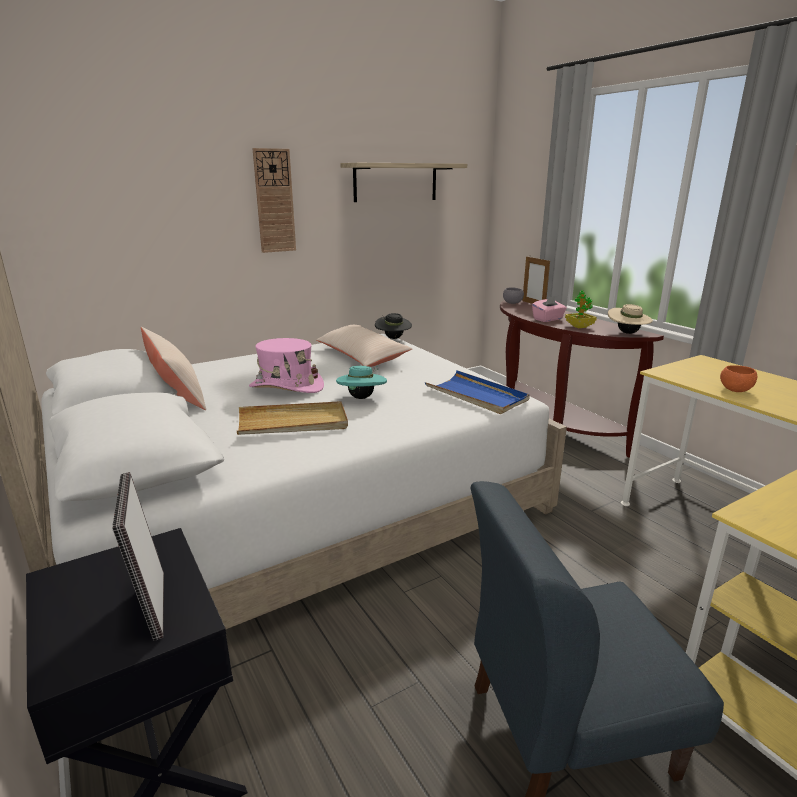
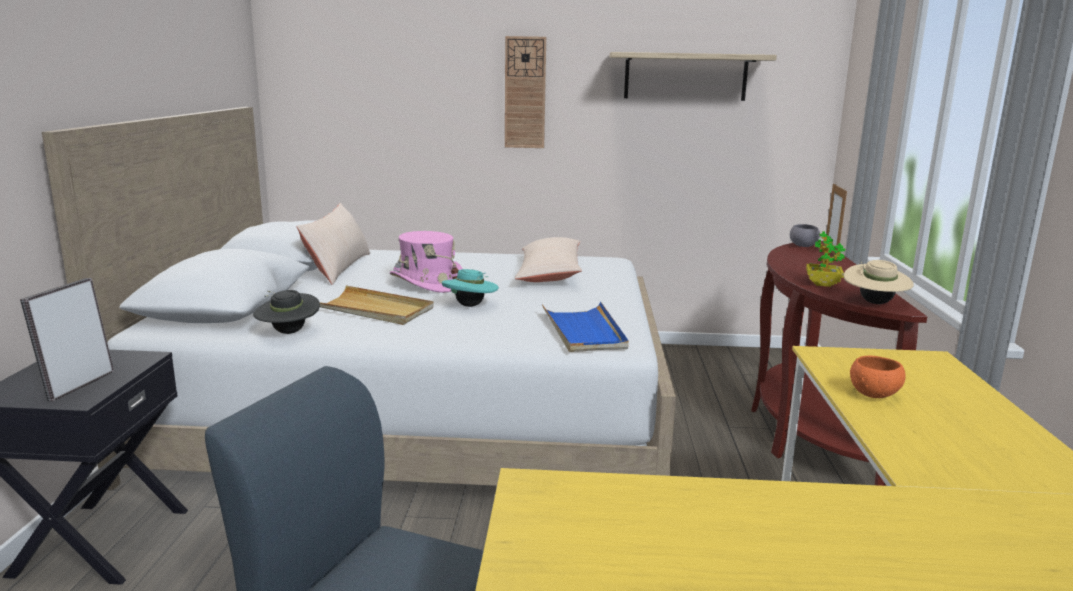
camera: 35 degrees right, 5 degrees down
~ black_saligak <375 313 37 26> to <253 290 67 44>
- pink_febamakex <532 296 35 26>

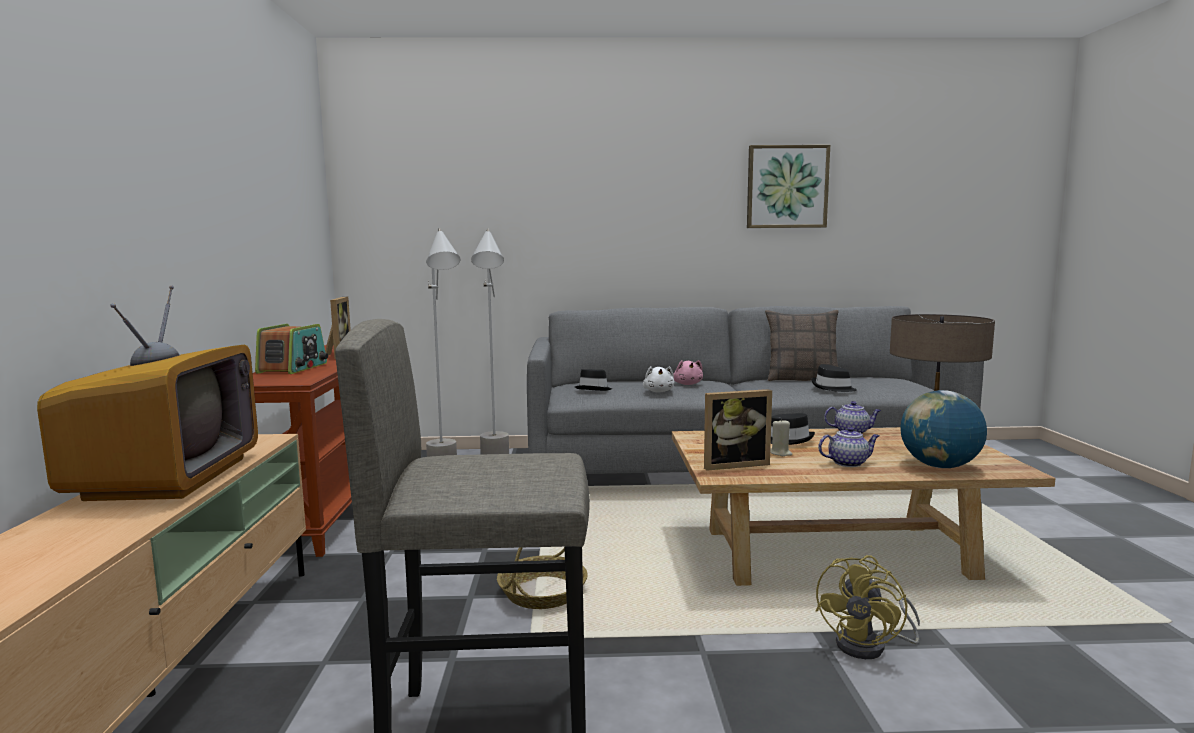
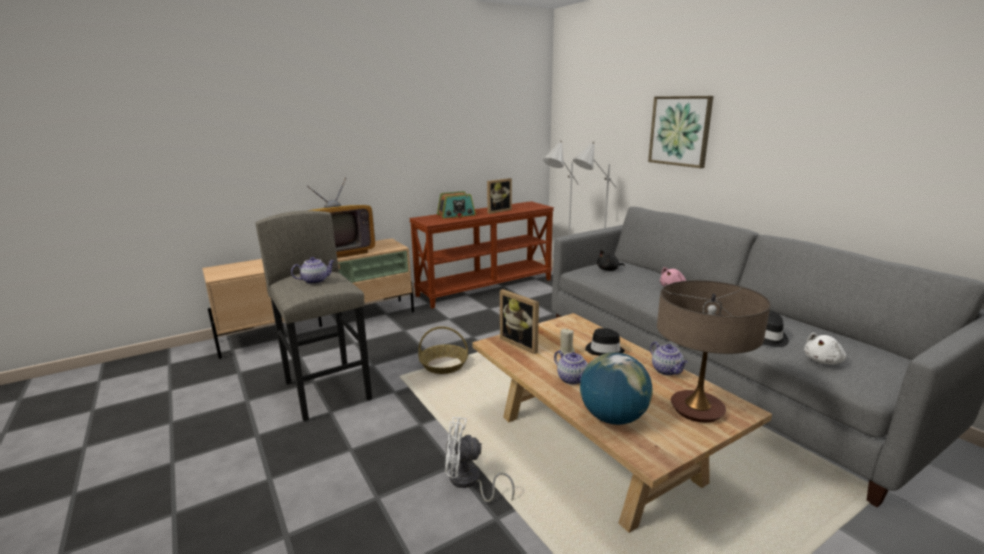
camera: 60 degrees right, 10 degrees up
~ black_saligak <575 369 38 22> to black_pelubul <597 250 28 21>
~ white_pelubul <643 366 31 26> to <804 332 42 32>
~ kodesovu <747 145 83 83> to <648 96 65 72>
- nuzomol <765 310 74 71>
~ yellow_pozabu <816 555 104 104> to white_pozabu <445 417 70 85>
+ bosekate <291 257 44 27>

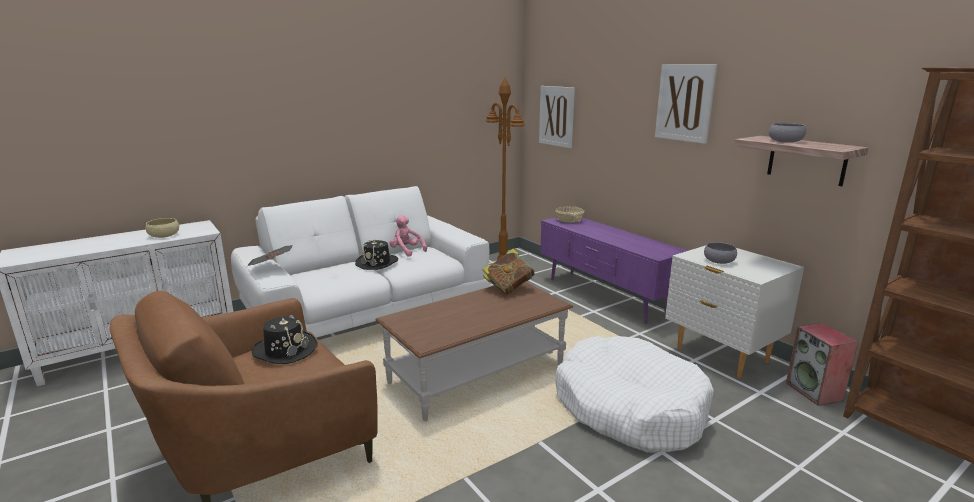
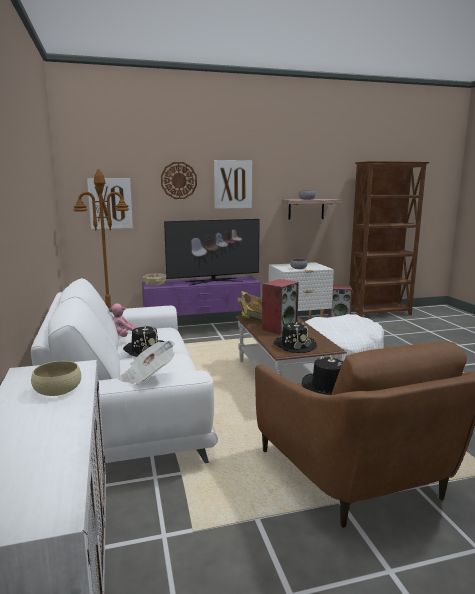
camera: 70 degrees left, 5 degrees down
+ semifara <161 162 36 37>
+ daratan <164 219 96 67>
+ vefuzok <262 279 37 56>
+ black_saligak <274 322 43 31>

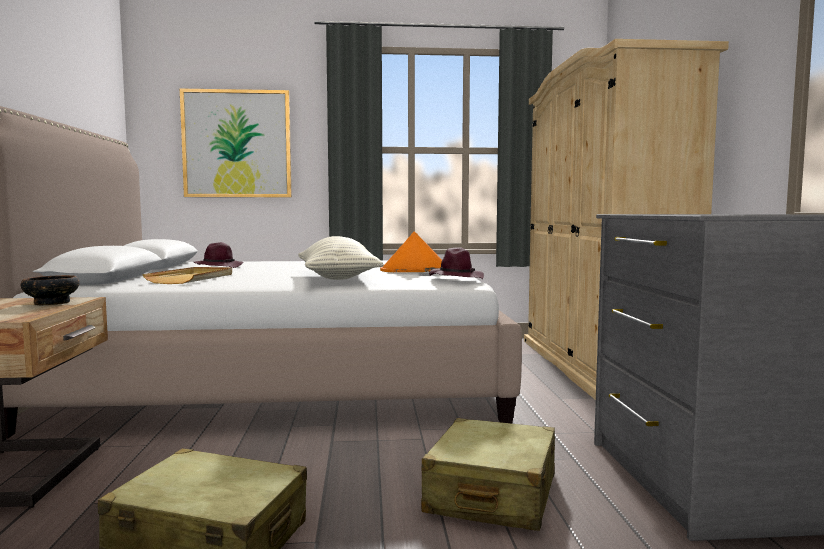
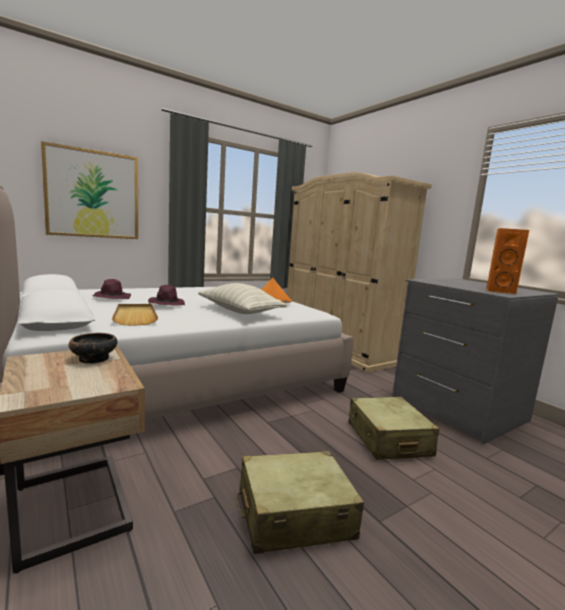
camera: 30 degrees left, 5 degrees up
~ purple_saligak <429 247 55 32> to <148 285 37 21>
+ orange_vefuzok <487 228 42 66>

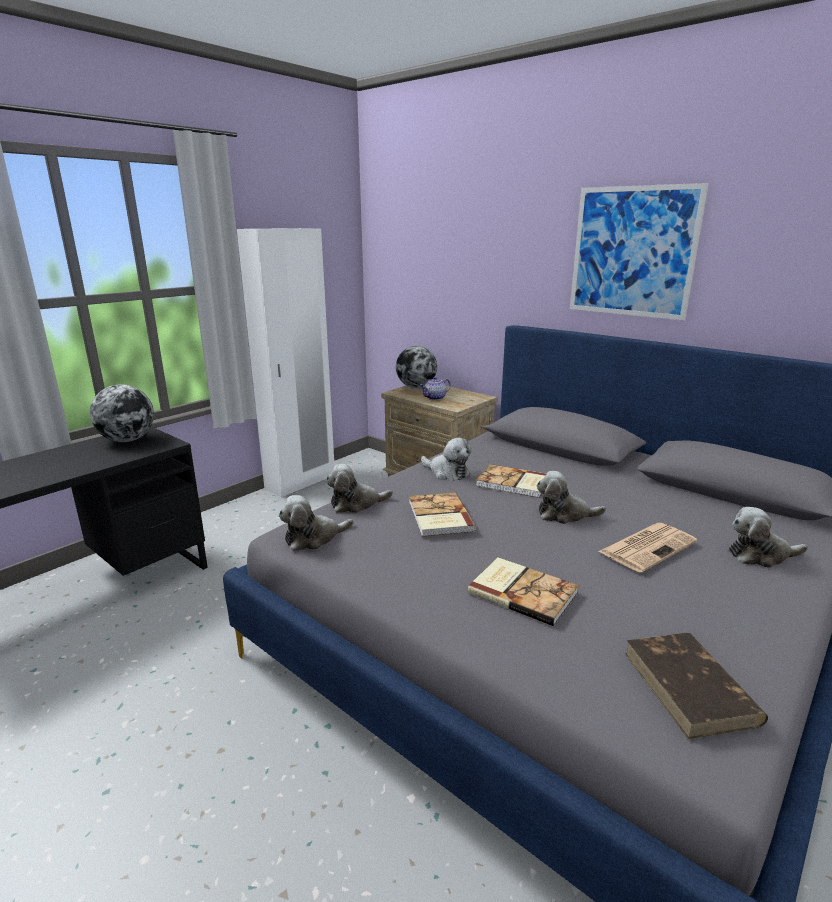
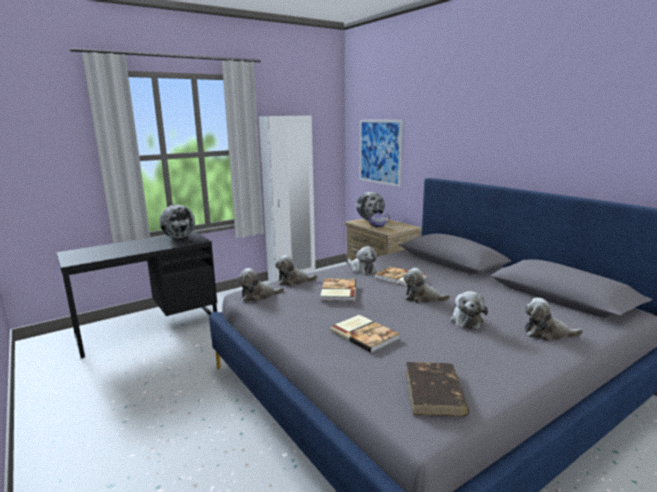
camera: 15 degrees right, 5 degrees down
~ kodesovu <570 183 139 137> to <360 120 43 67>
~ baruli <598 523 99 50> to pelubul <450 291 38 38>

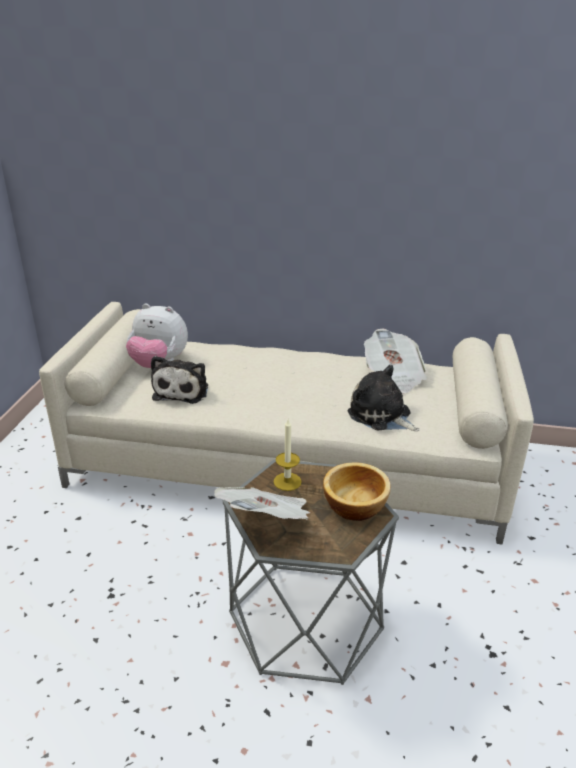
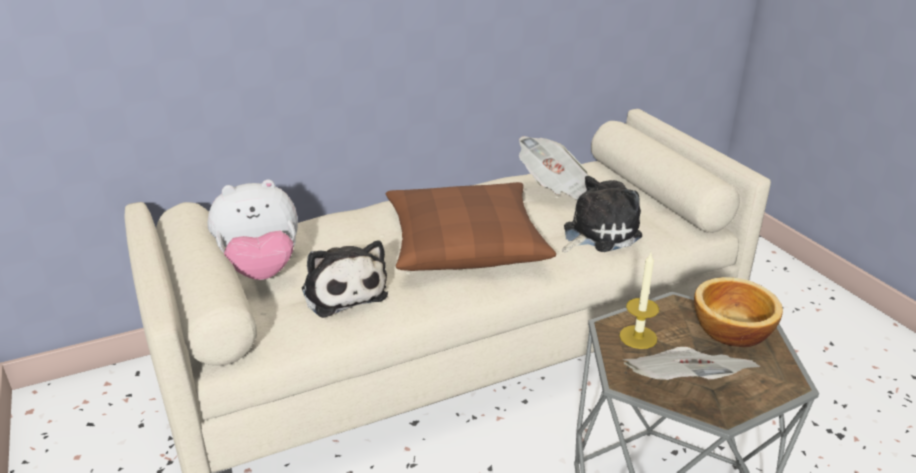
camera: 35 degrees left, 0 degrees up
~ pelubul <347 365 73 66> = <562 176 80 77> 135 degrees clockwise
+ brown_nuzomol <386 182 170 89>

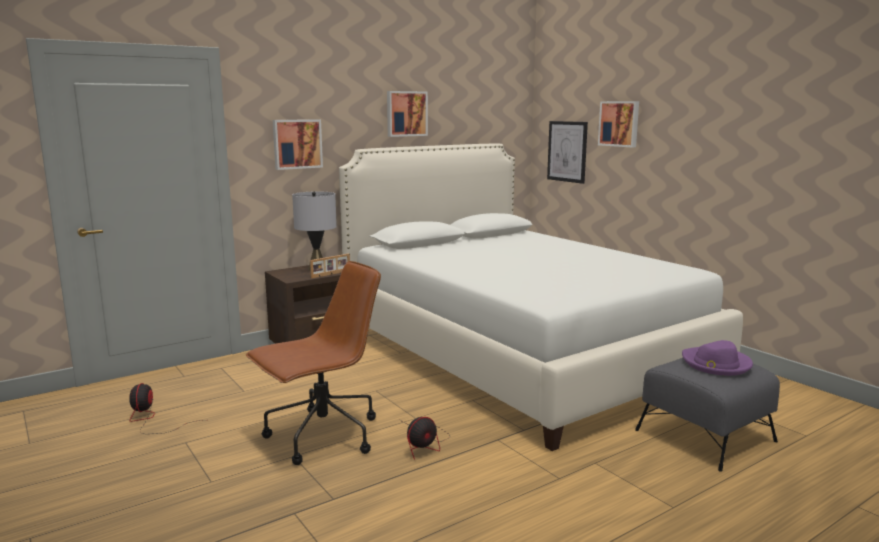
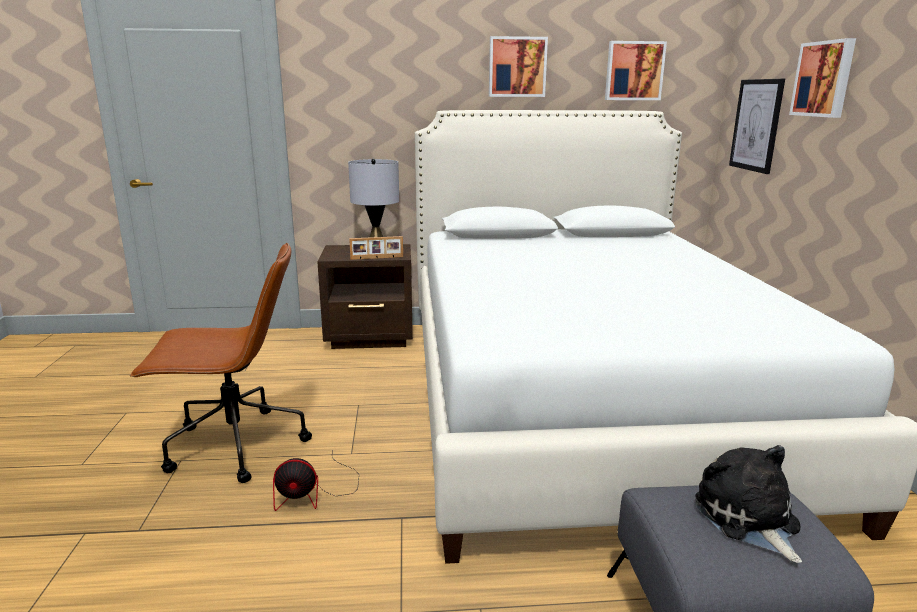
camera: 30 degrees right, 5 degrees up
- pozabu <129 383 73 51>
~ kodesovu <273 119 50 51> to <605 41 62 59>
~ purple_saligak <682 340 71 36> to pelubul <695 445 107 118>

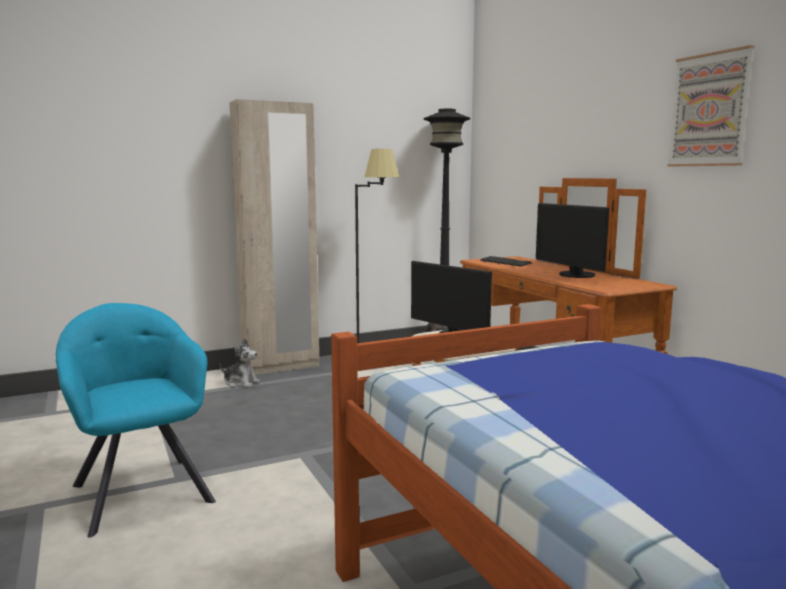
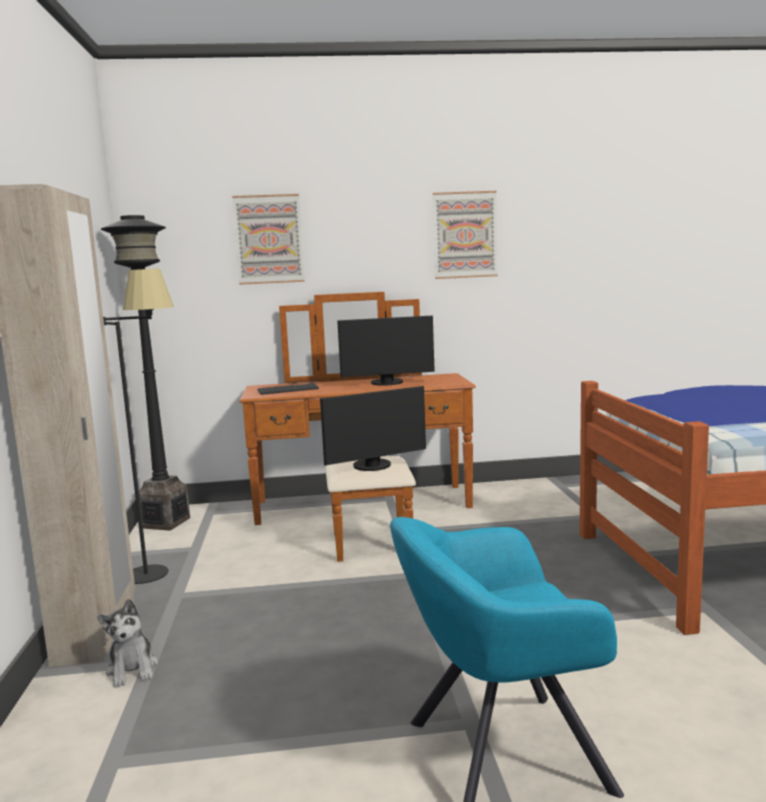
camera: 70 degrees left, 0 degrees up
~ pelubul <220 338 40 50> = <97 599 61 89> 120 degrees clockwise
+ kodesovu <232 194 73 91>

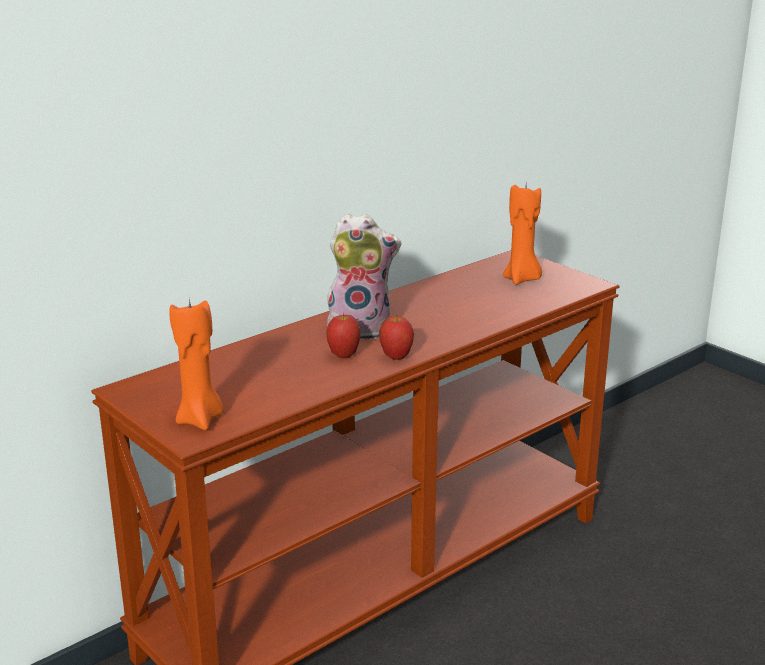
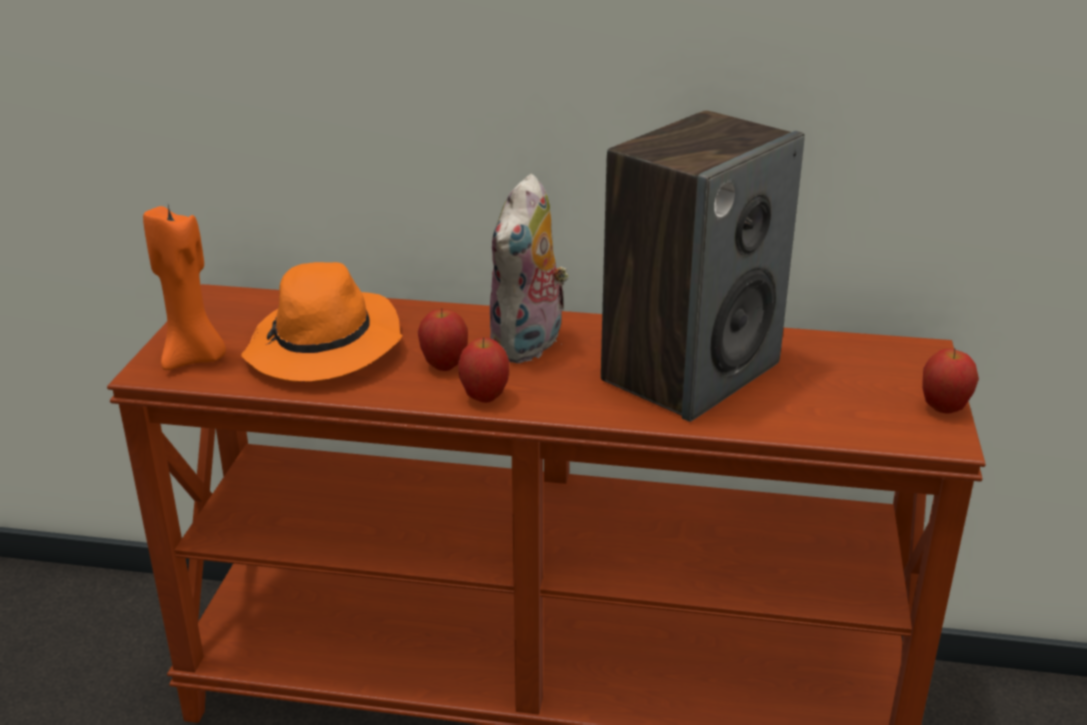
camera: 50 degrees right, 5 degrees up
~ pelubul <327 214 74 126> = <490 174 79 189> 60 degrees clockwise
- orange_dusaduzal <503 185 39 100>
+ orange_saligak <241 262 161 120>
+ vefuzok <601 110 204 312>
+ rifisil <922 349 57 65>

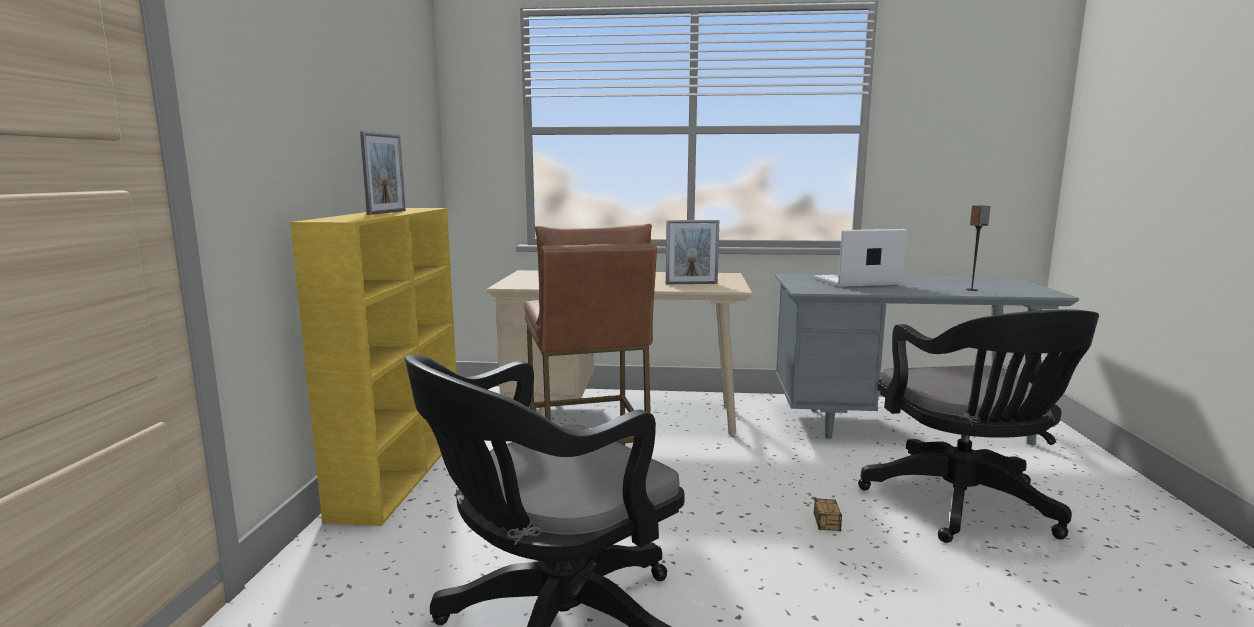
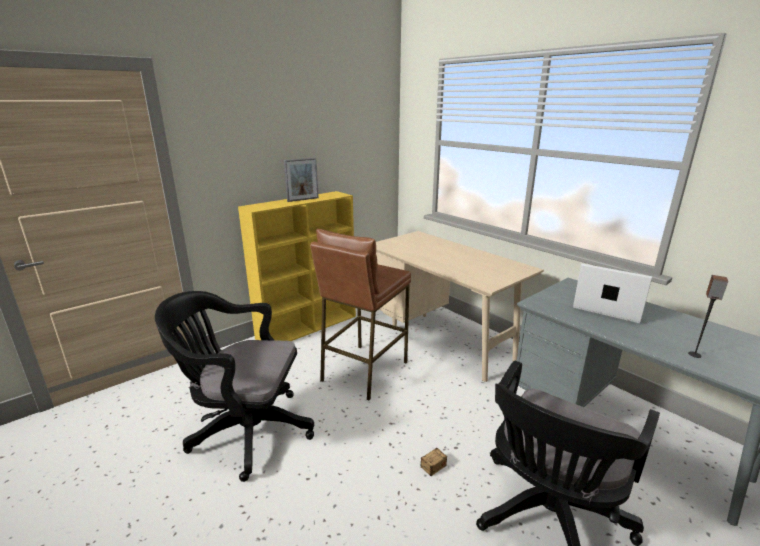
camera: 45 degrees right, 10 degrees up
- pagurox <666 220 53 64>

